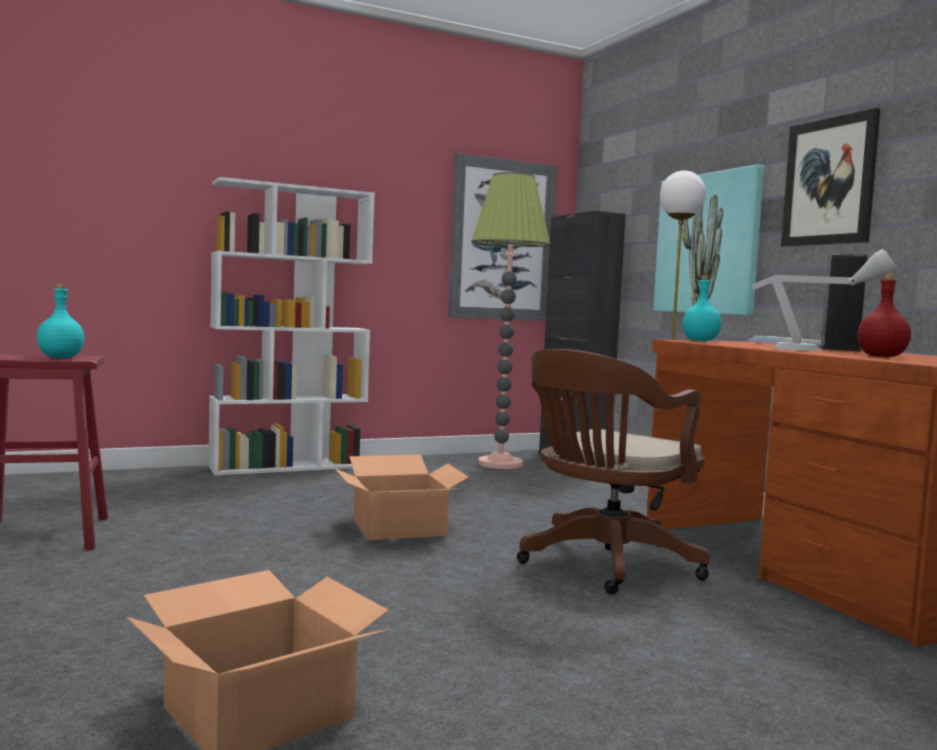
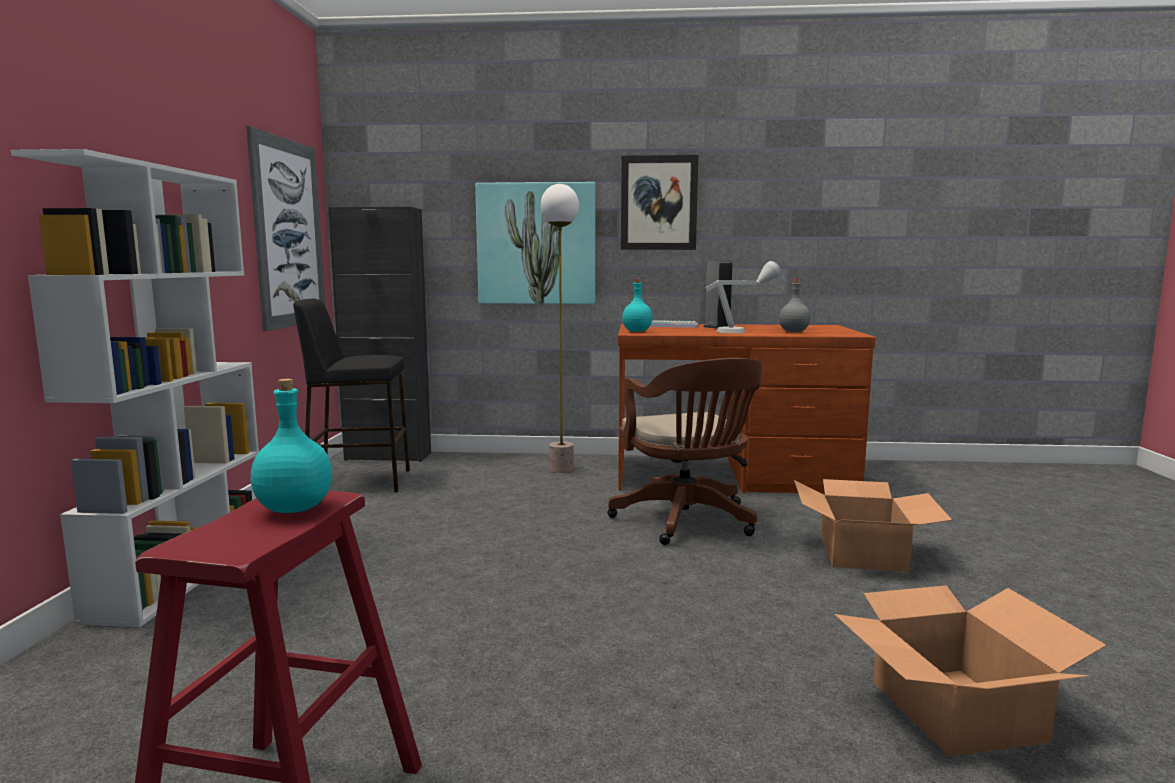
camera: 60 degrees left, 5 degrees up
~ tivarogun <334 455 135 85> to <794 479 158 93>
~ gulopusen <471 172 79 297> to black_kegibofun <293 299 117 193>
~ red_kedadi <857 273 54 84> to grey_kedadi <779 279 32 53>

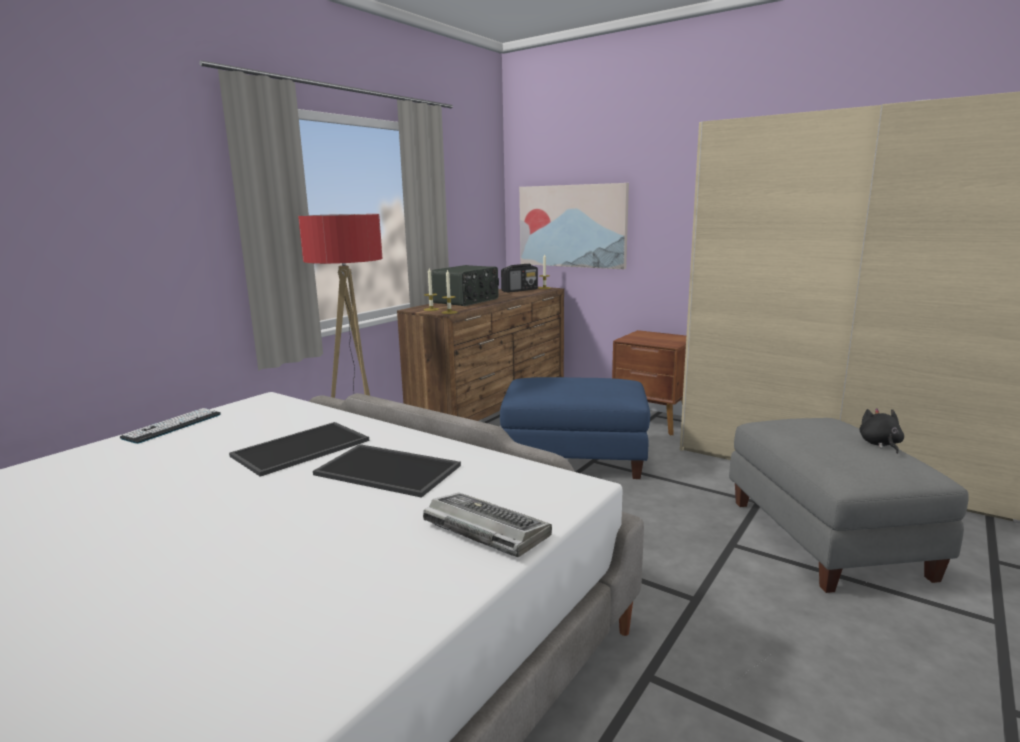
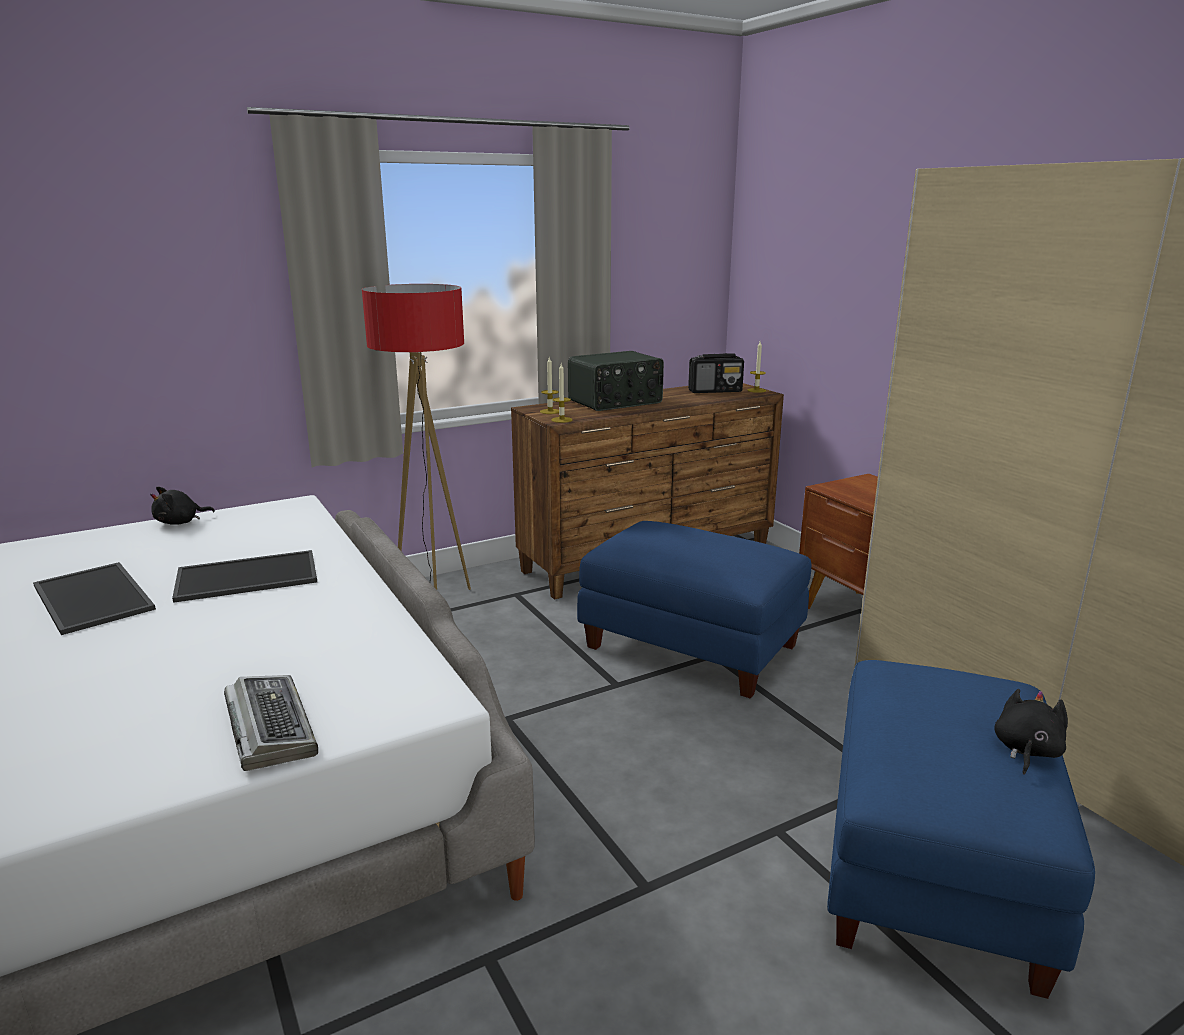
camera: 25 degrees right, 5 degrees up
~ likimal <120 408 101 36> to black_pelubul <150 487 65 38>
~ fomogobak <313 444 148 54> to <33 562 123 73>
- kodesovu <519 183 110 86>
~ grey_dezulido <729 418 240 175> to blue_dezulido <827 660 268 339>

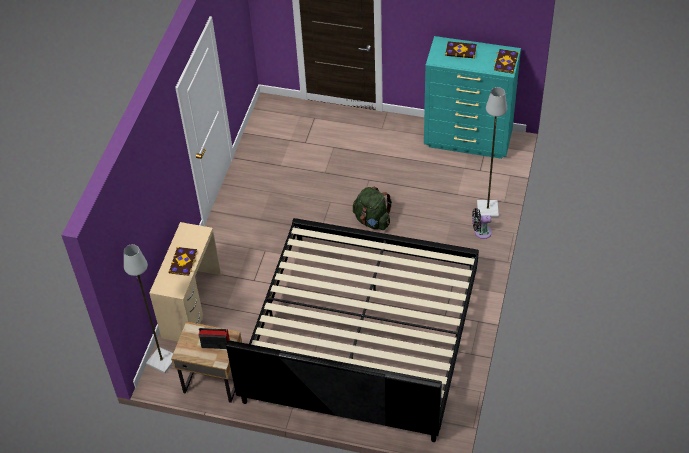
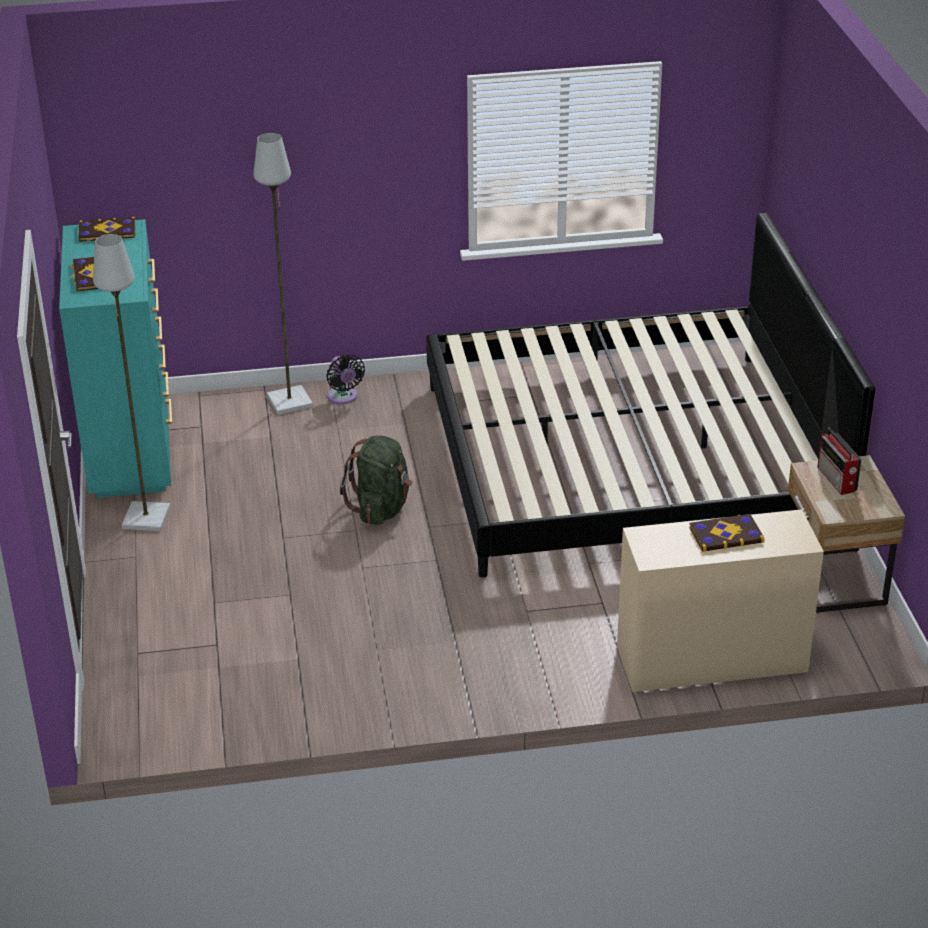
camera: 115 degrees left, 15 degrees down
~ grey_gulopusen <124 244 49 129> to <93 234 77 297>

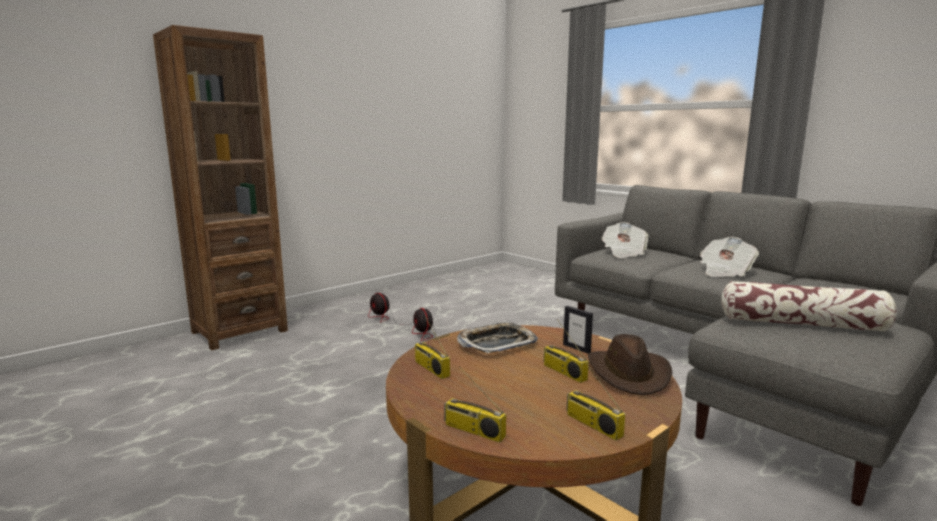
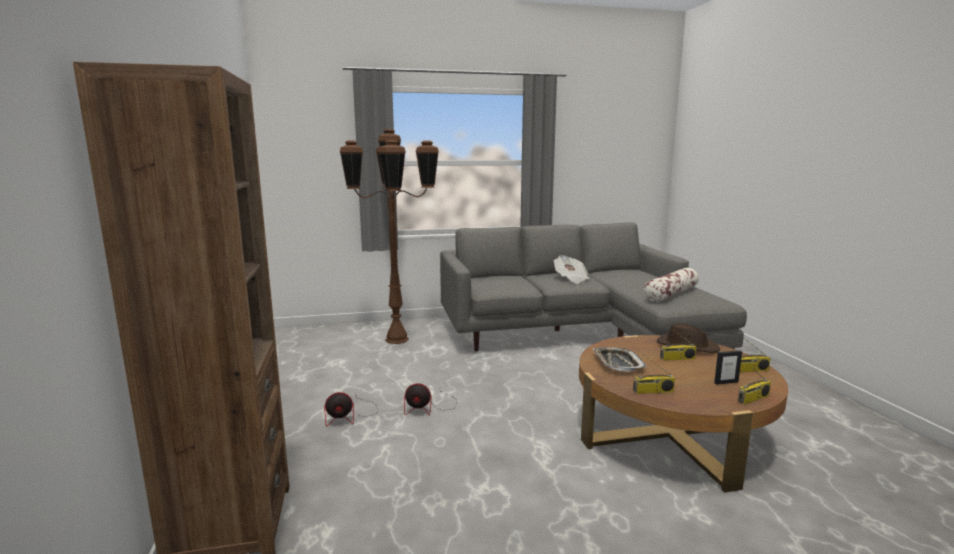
camera: 60 degrees left, 0 degrees up
~ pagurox <563 306 30 48> to <714 350 28 35>
- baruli <601 222 48 36>
+ brown_gulopusen <340 129 99 215>

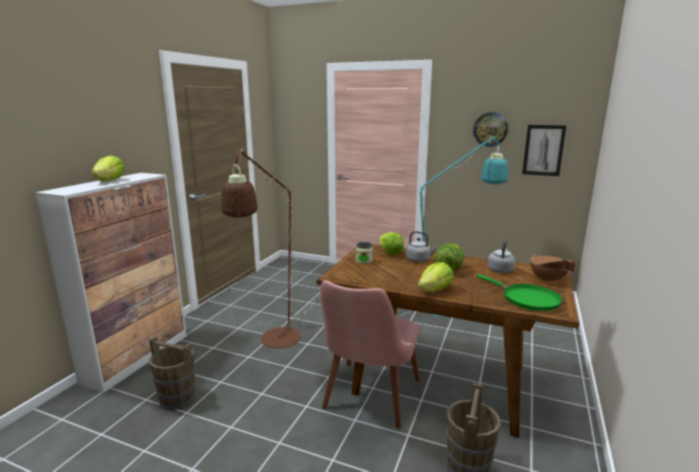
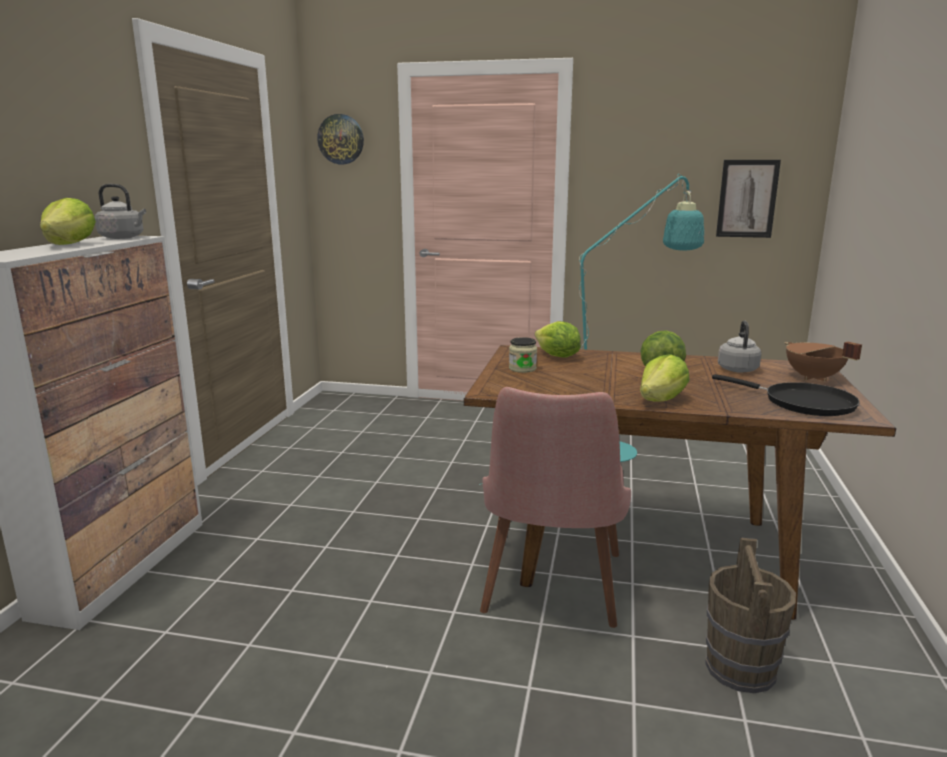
camera: 10 degrees left, 0 degrees up
- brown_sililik <149 336 47 74>
- brown_gulopusen <221 149 100 199>
~ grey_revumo <406 231 31 31> to <95 184 51 55>
~ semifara <473 112 35 35> to <317 114 47 50>
~ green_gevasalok <476 274 87 37> to black_gevasalok <712 374 148 42>

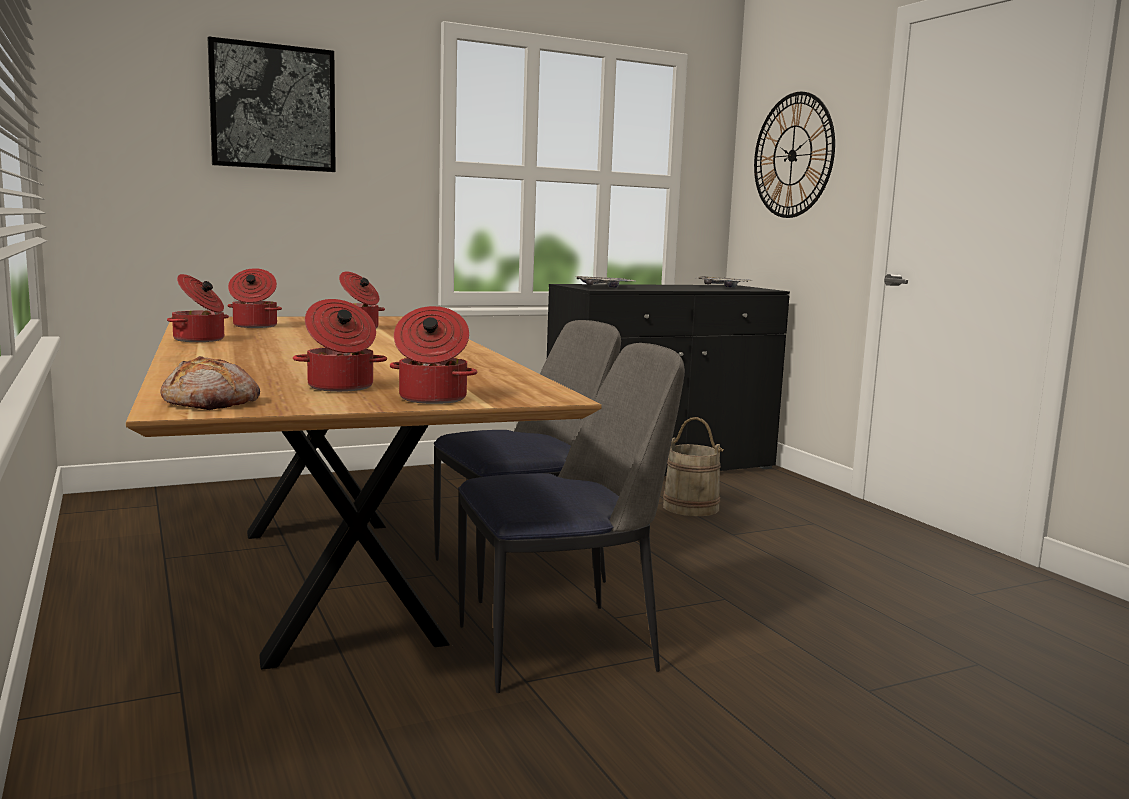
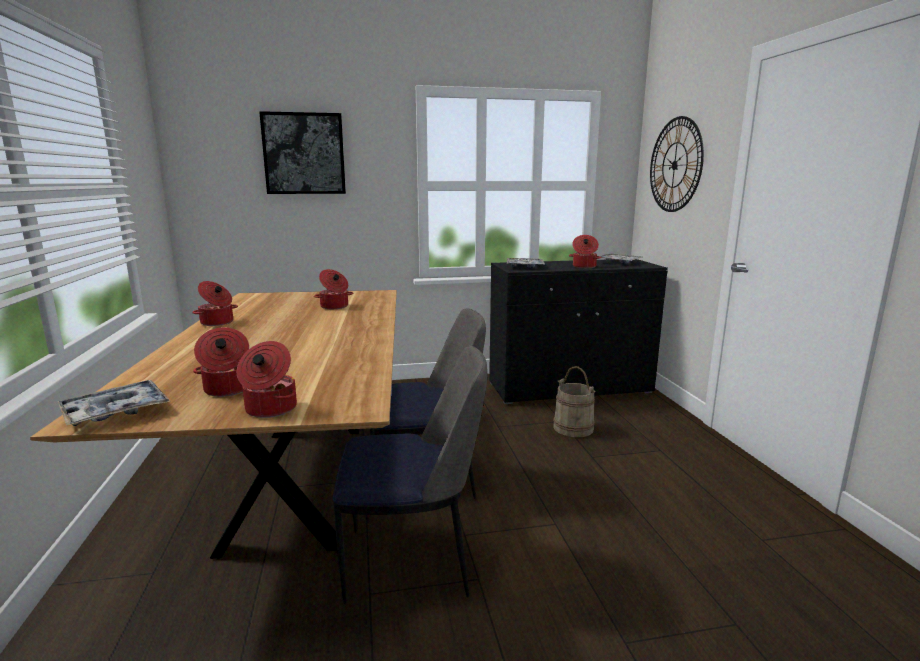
camera: 15 degrees right, 5 degrees up
~ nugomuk <161 356 99 54> to fomogobak <58 380 112 46>
~ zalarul <227 268 55 60> to <569 235 32 33>

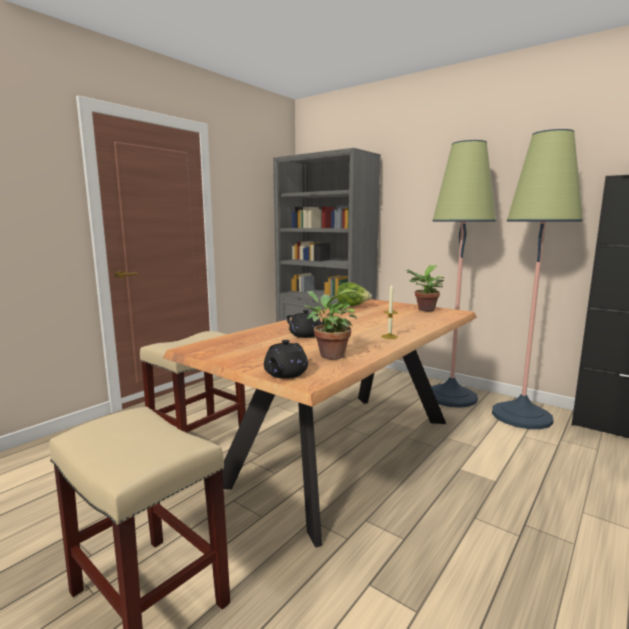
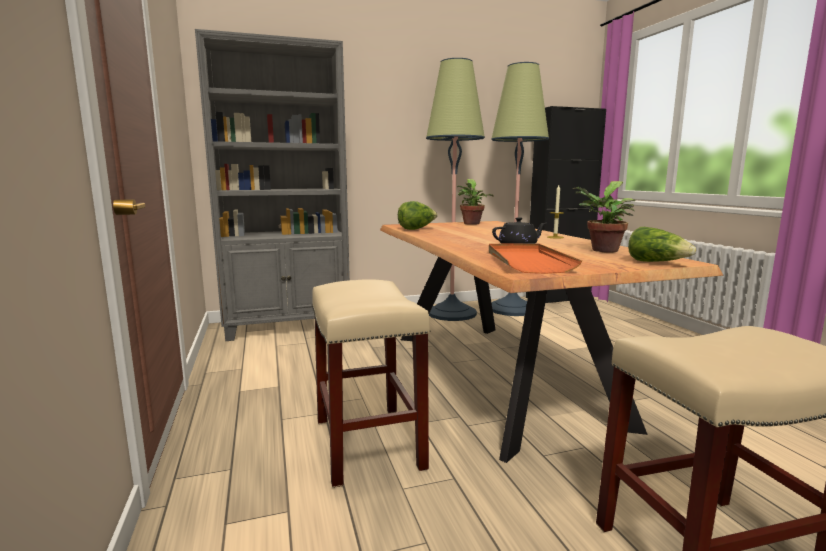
camera: 55 degrees left, 0 degrees up
~ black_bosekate <264 340 44 39> to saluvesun <628 227 68 35>
+ orange_fomogobak <489 244 93 30>

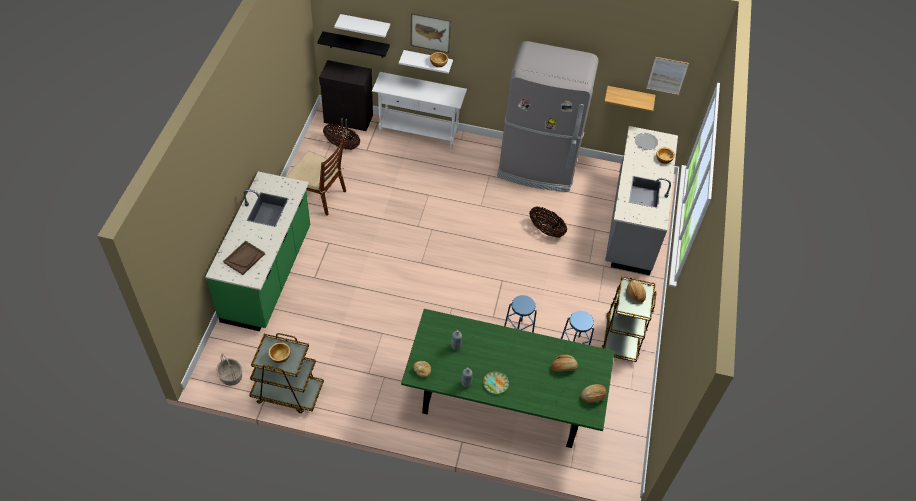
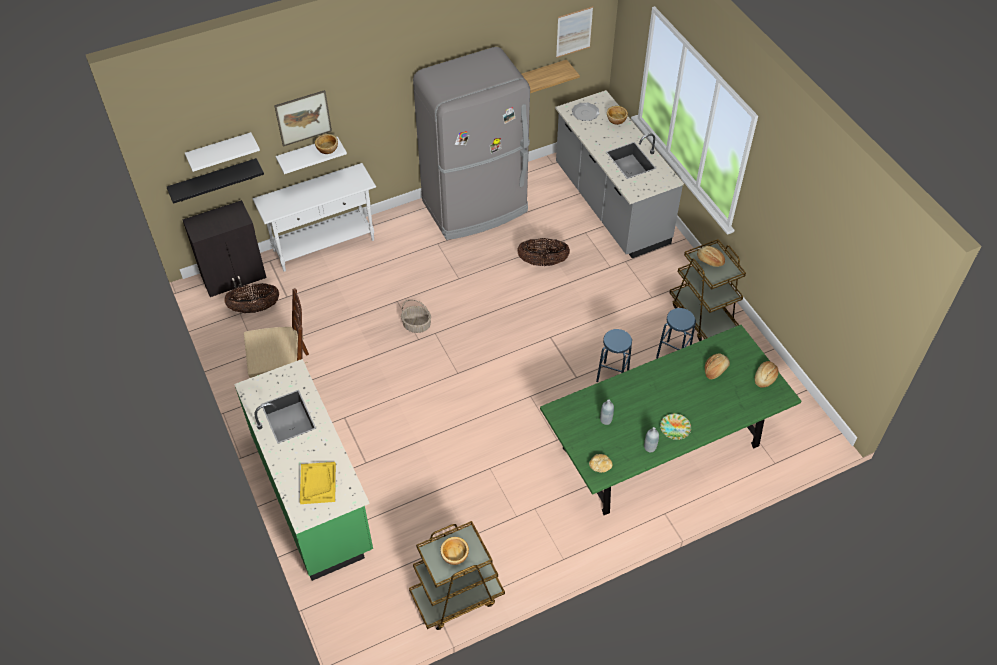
camera: 35 degrees left, 0 degrees up
~ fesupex <216 353 26 33> to <401 300 30 33>
~ brown_fomogobak <223 241 42 34> to yellow_fomogobak <300 462 36 42>

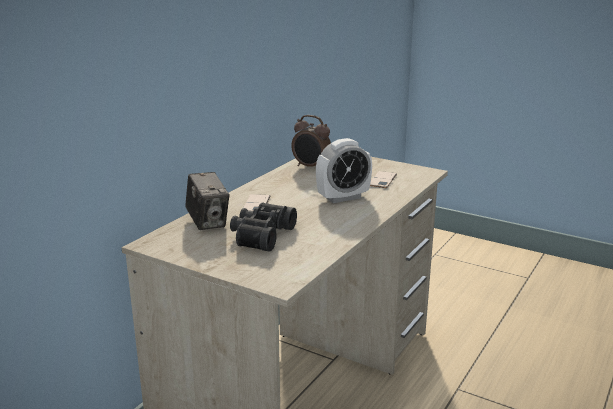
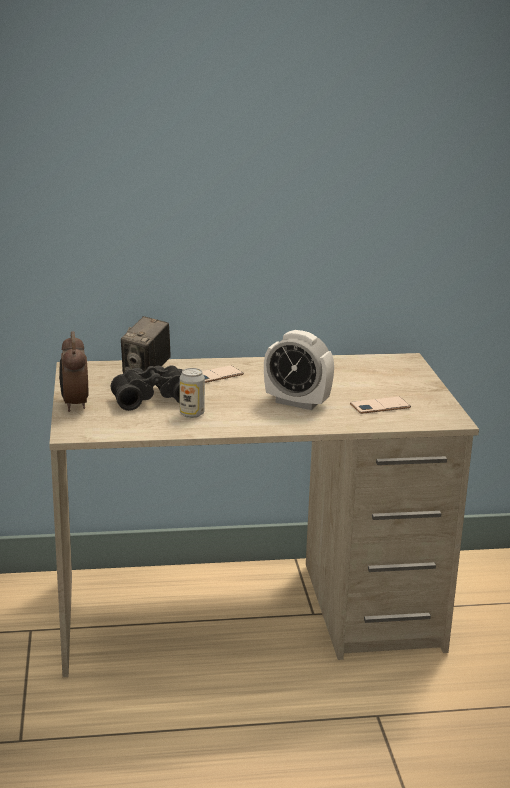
camera: 50 degrees right, 0 degrees up
~ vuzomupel <291 115 40 52> to <59 331 29 81>
+ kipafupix <180 368 25 50>

